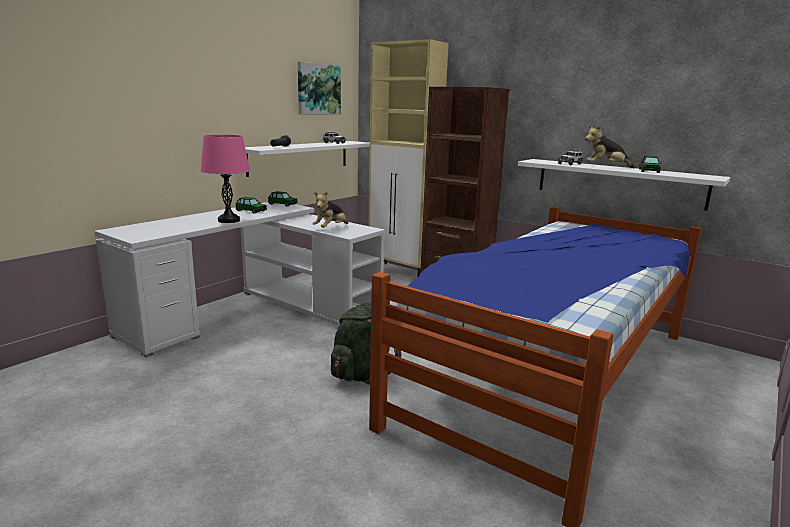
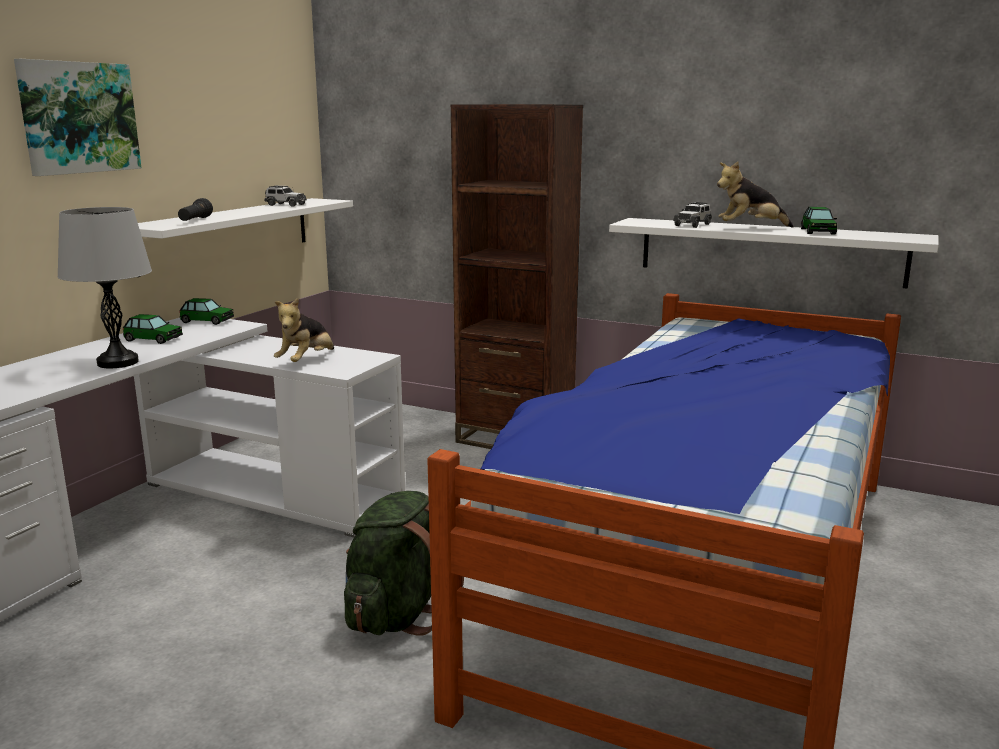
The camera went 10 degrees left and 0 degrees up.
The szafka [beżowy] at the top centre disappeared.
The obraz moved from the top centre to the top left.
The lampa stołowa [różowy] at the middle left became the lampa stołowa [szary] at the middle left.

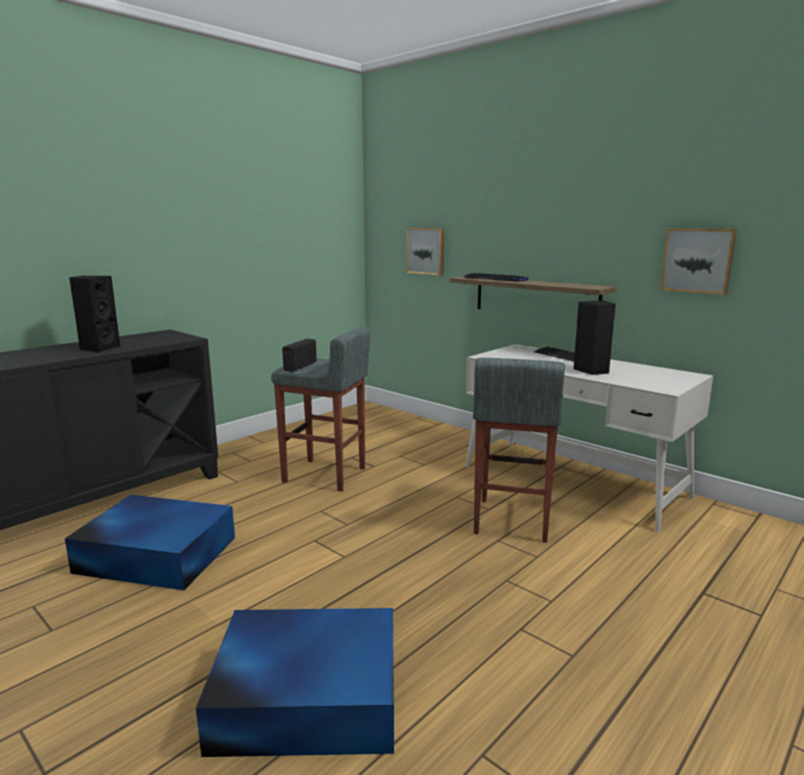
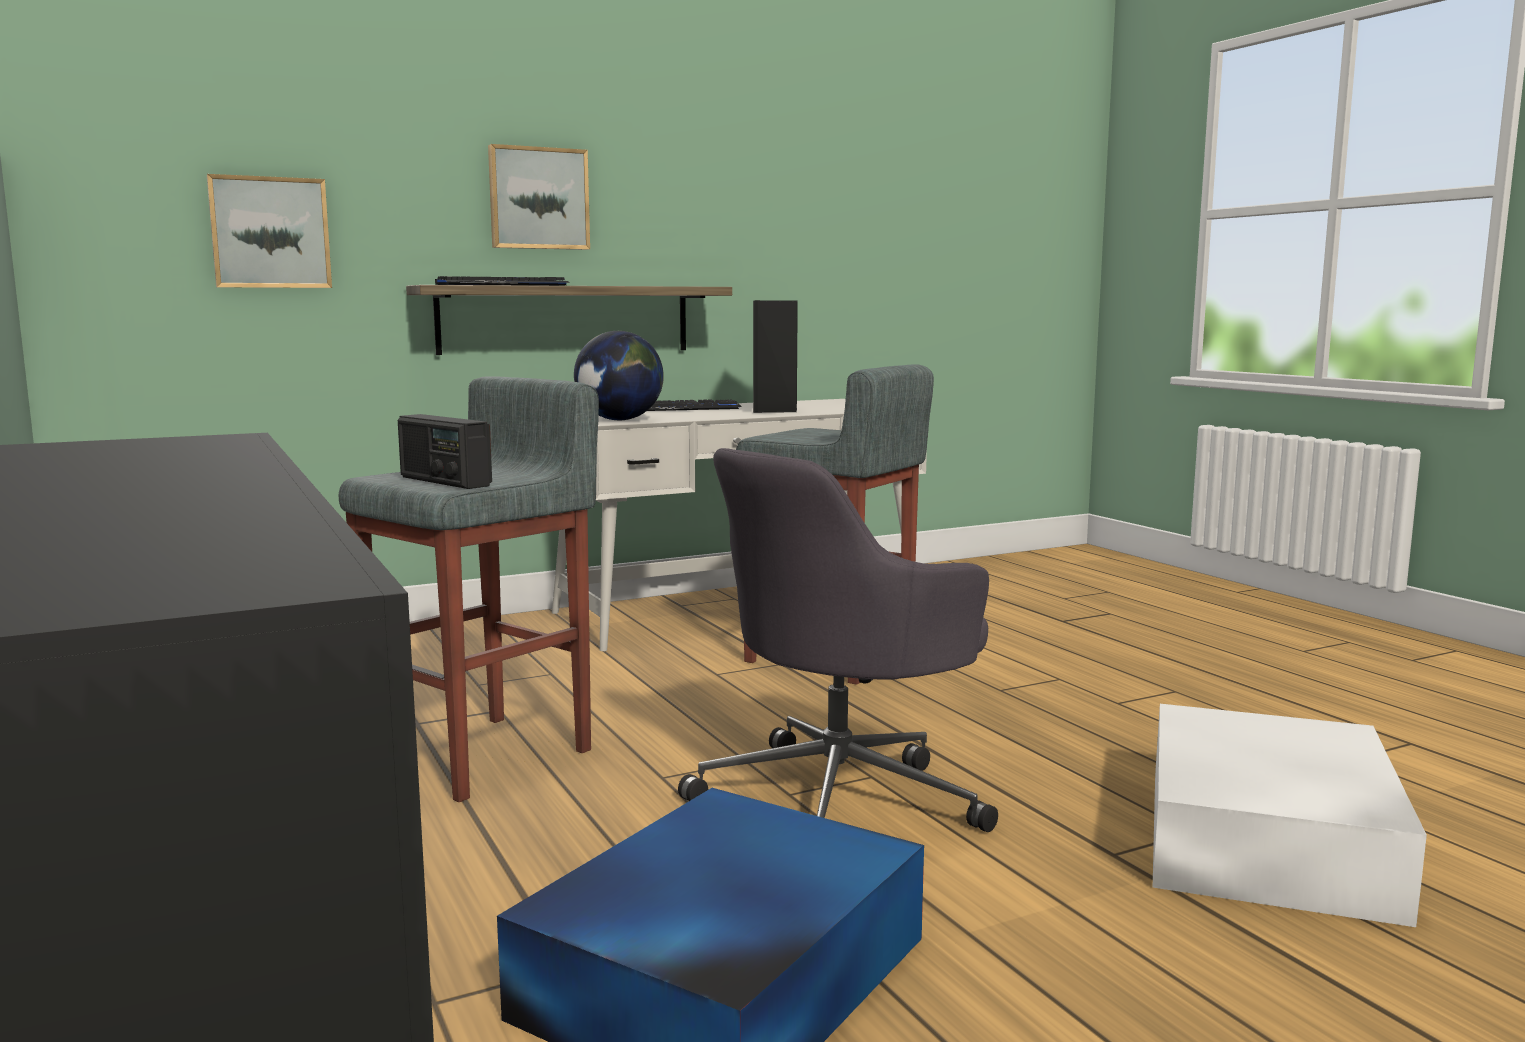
The camera went 70 degrees left and 5 degrees down.
The głośnik [czarny] (no. 1 from left) at the middle left disappeared.
The globus at the centre appeared.
The krzesło biurowe [szary] at the centre appeared.
The obraz (no. 2 from left) moved from the middle right to the top centre.
The pojemnik do przechowywania [niebieski] (no. 2 from left) at the bottom centre became the pojemnik do przechowywania [biały] at the bottom right.

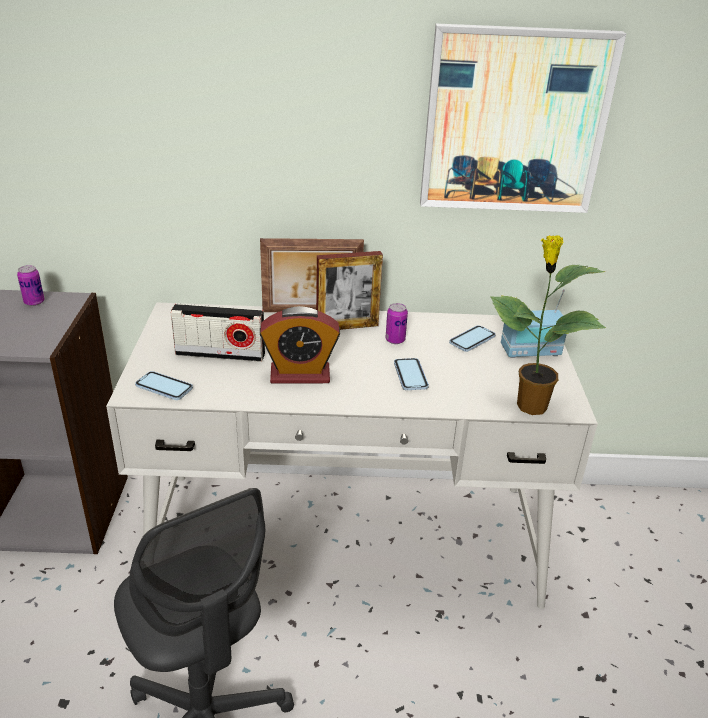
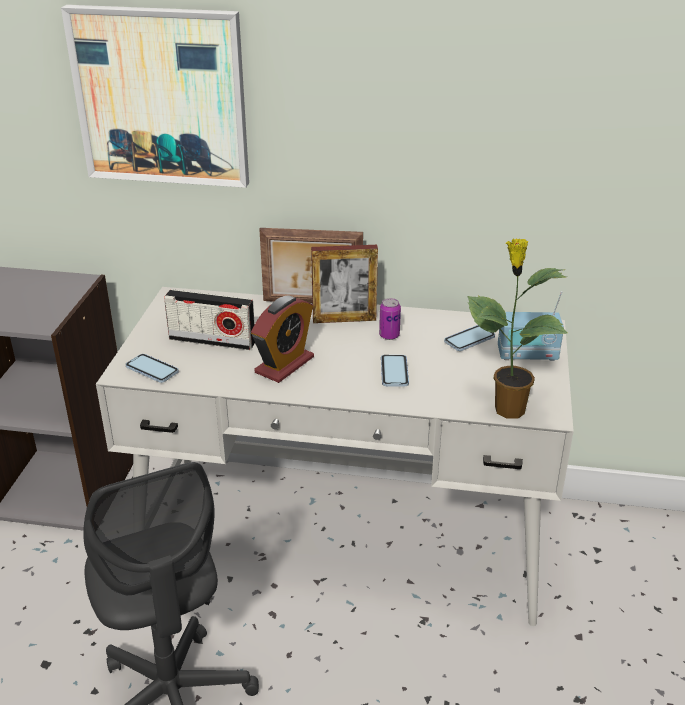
The camera went 10 degrees right and 0 degrees up.
The puszka (no. 1 from left) at the middle left disappeared.
The obraz moved from the top right to the top left.
The budzik at the centre turned 60 degrees counterclockwise.

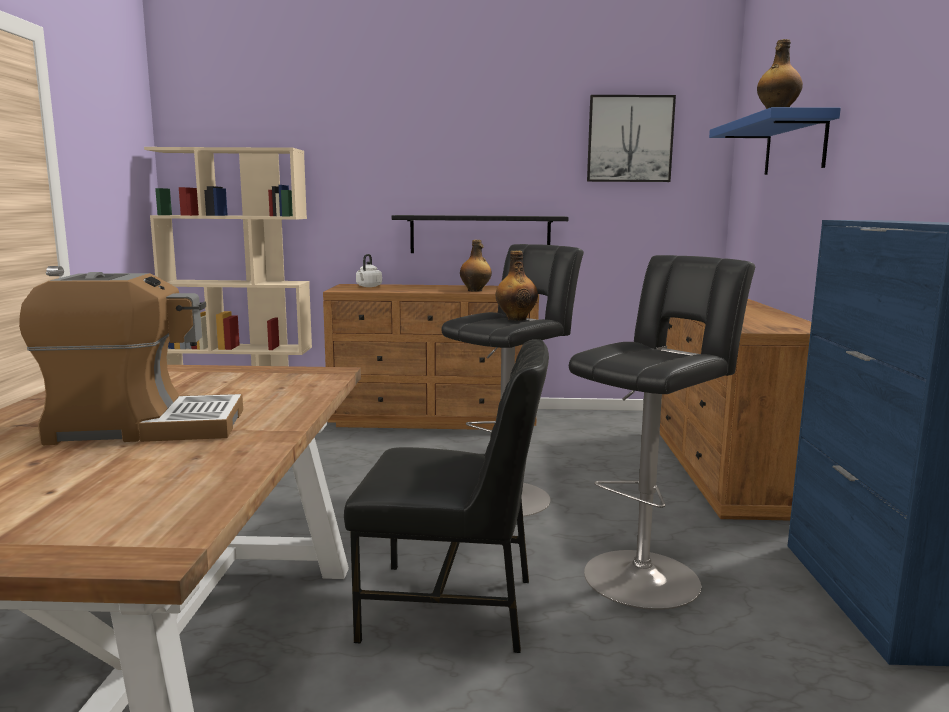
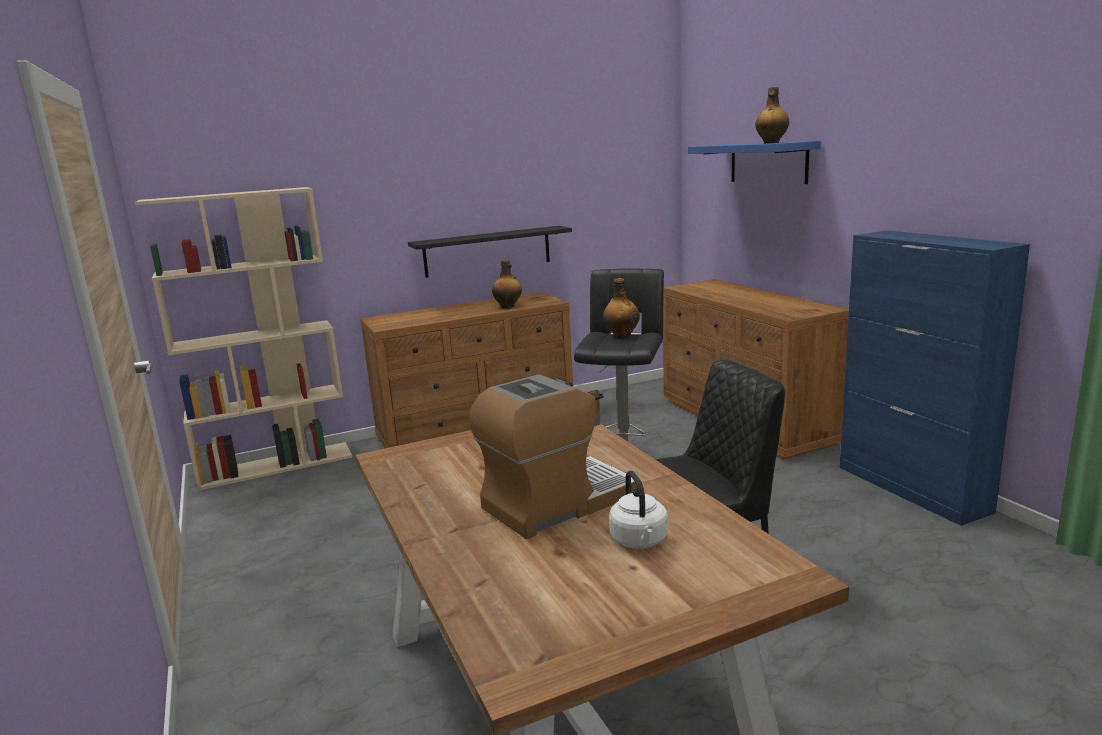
The camera went 25 degrees left and 5 degrees up.
The stołek [czarny] (no. 2 from left) at the middle right disappeared.
The obraz at the top centre disappeared.
The czajnik [biały] moved from the centre to the bottom centre.

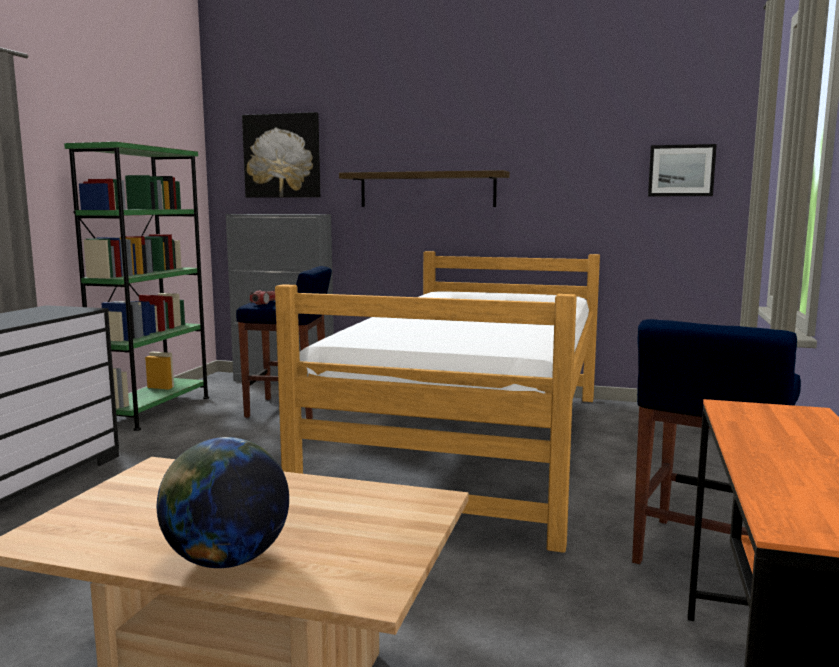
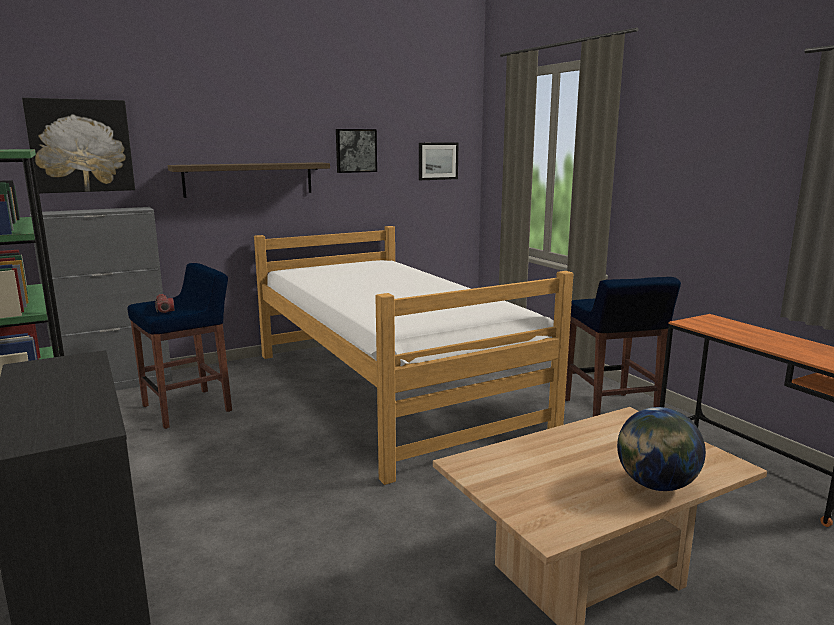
The camera went 45 degrees left and 5 degrees up.
The obraz (no. 2 from left) at the top centre appeared.

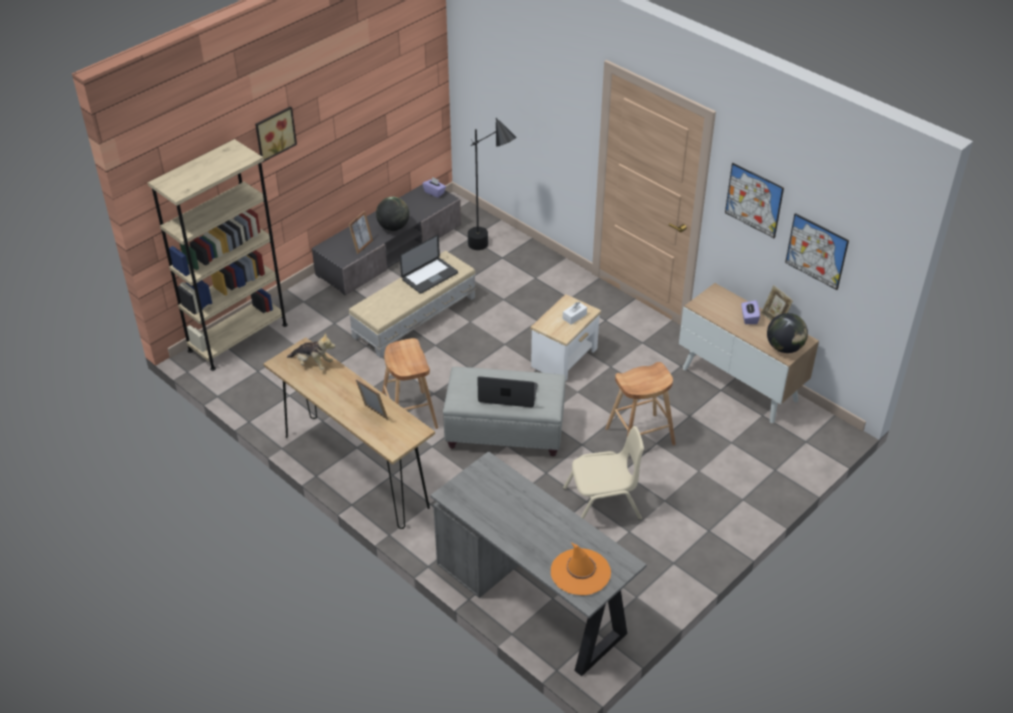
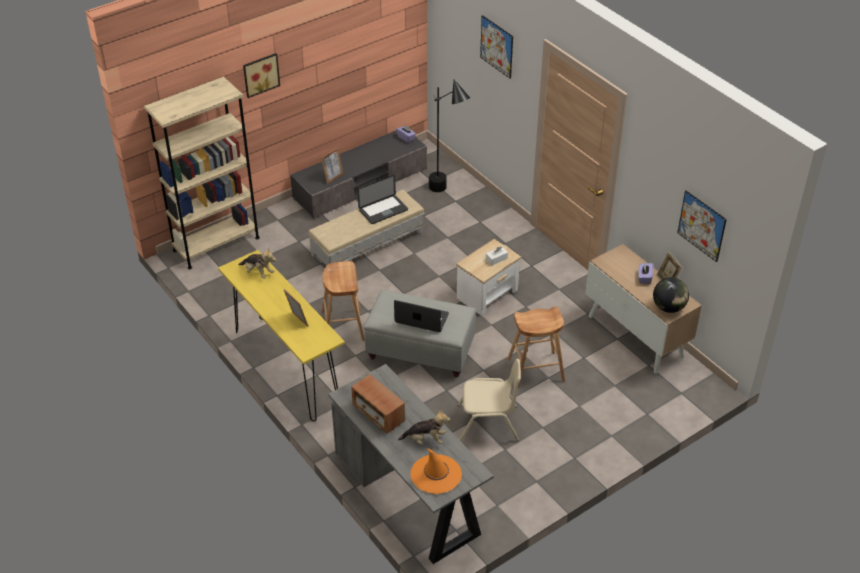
The camera went 10 degrees right and 0 degrees up.
The globus (no. 1 from left) at the top centre disappeared.
The radio at the bottom centre appeared.
The pluszak (no. 2 from left) at the bottom centre appeared.
The obraz (no. 2 from left) moved from the top right to the top centre.
The stolik konsolowy [brązowy] at the centre became the stolik konsolowy [żółty] at the middle left.

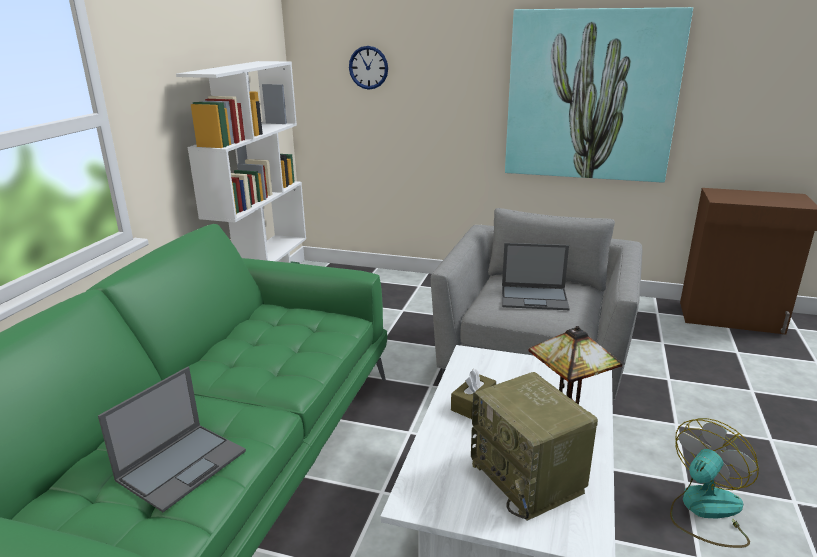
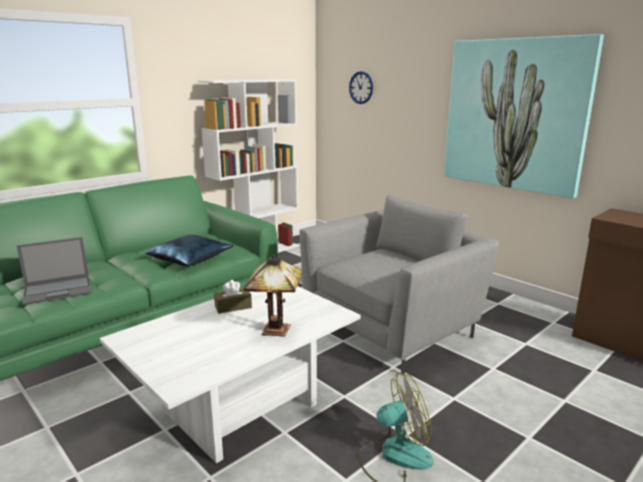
The camera went 30 degrees right and 5 degrees down.
The radio at the bottom centre disappeared.
The laptop (no. 2 from left) at the centre disappeared.
The poduszka [niebieski] at the middle left appeared.

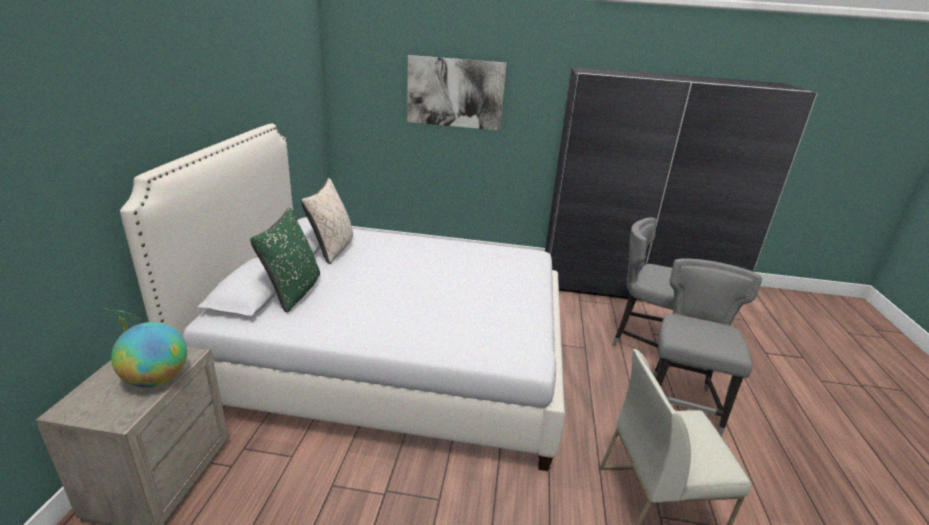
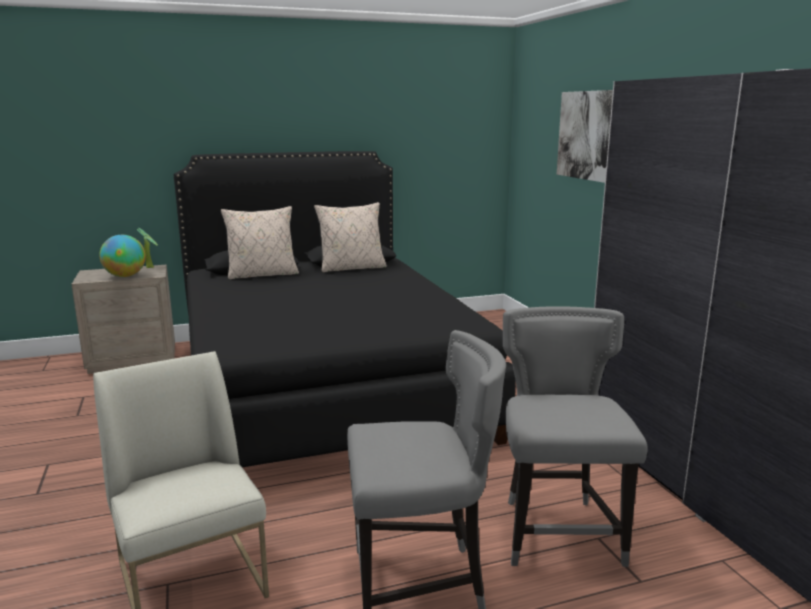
The camera went 65 degrees right and 10 degrees down.
The łóżko [biały] at the centre became the łóżko [czarny] at the centre.
The poduszka [zielony] at the middle left became the poduszka [beżowy] (no. 1 from left) at the middle left.

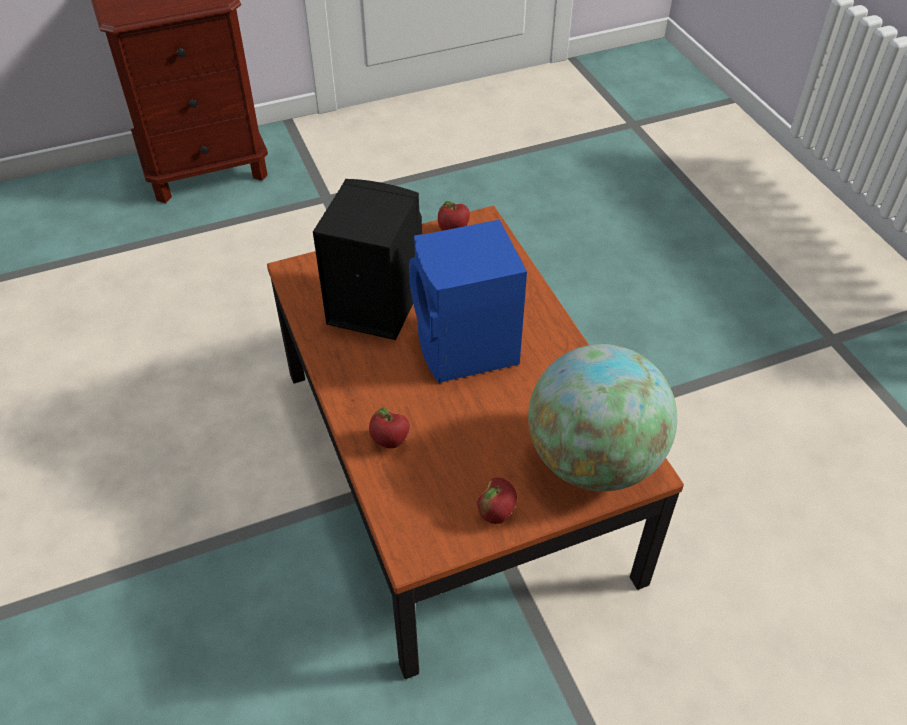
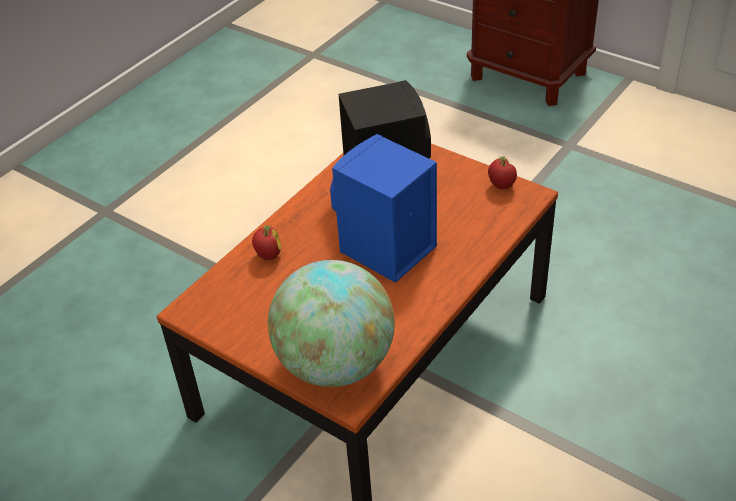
The camera went 60 degrees right and 5 degrees down.
The jabłko (no. 3 from left) at the bottom centre disappeared.

